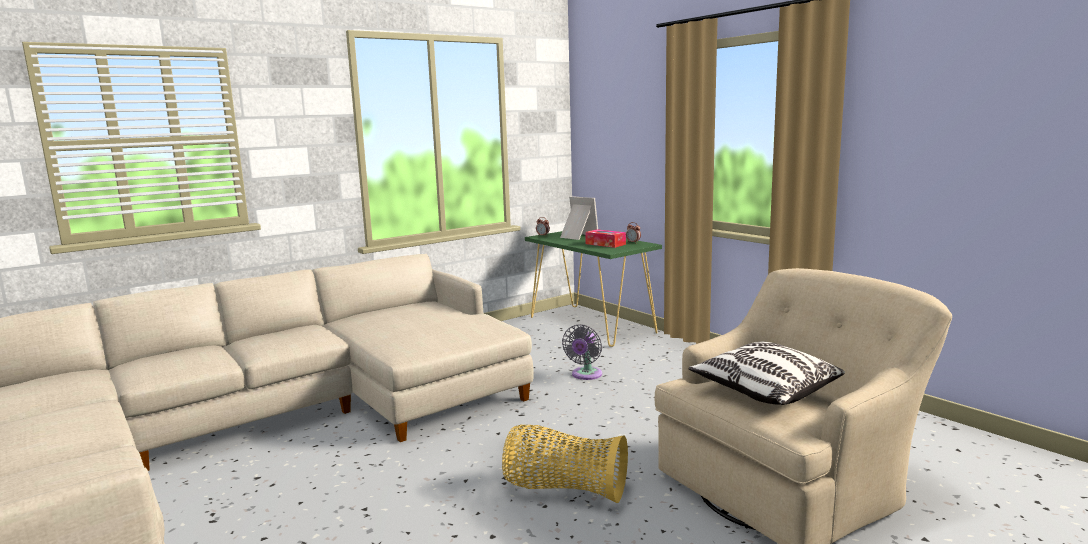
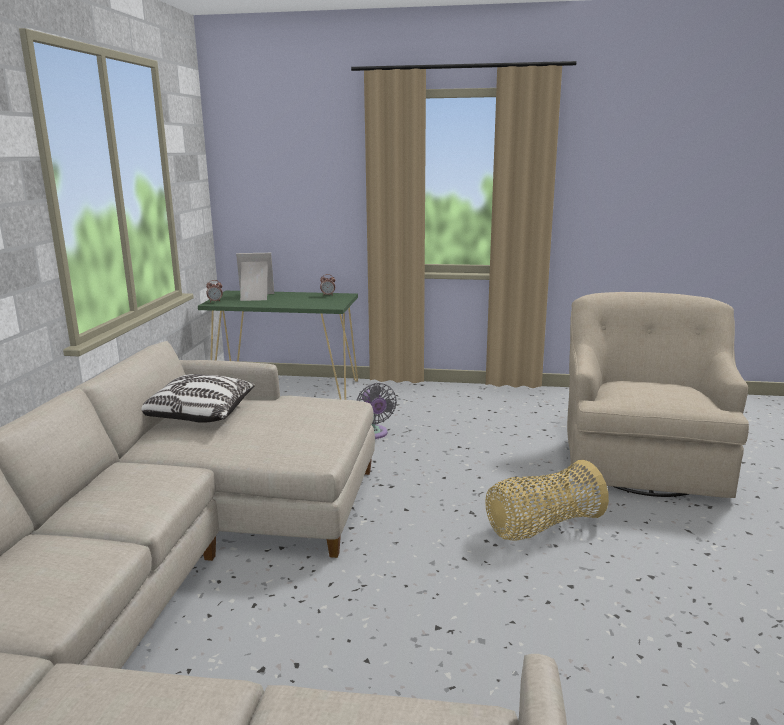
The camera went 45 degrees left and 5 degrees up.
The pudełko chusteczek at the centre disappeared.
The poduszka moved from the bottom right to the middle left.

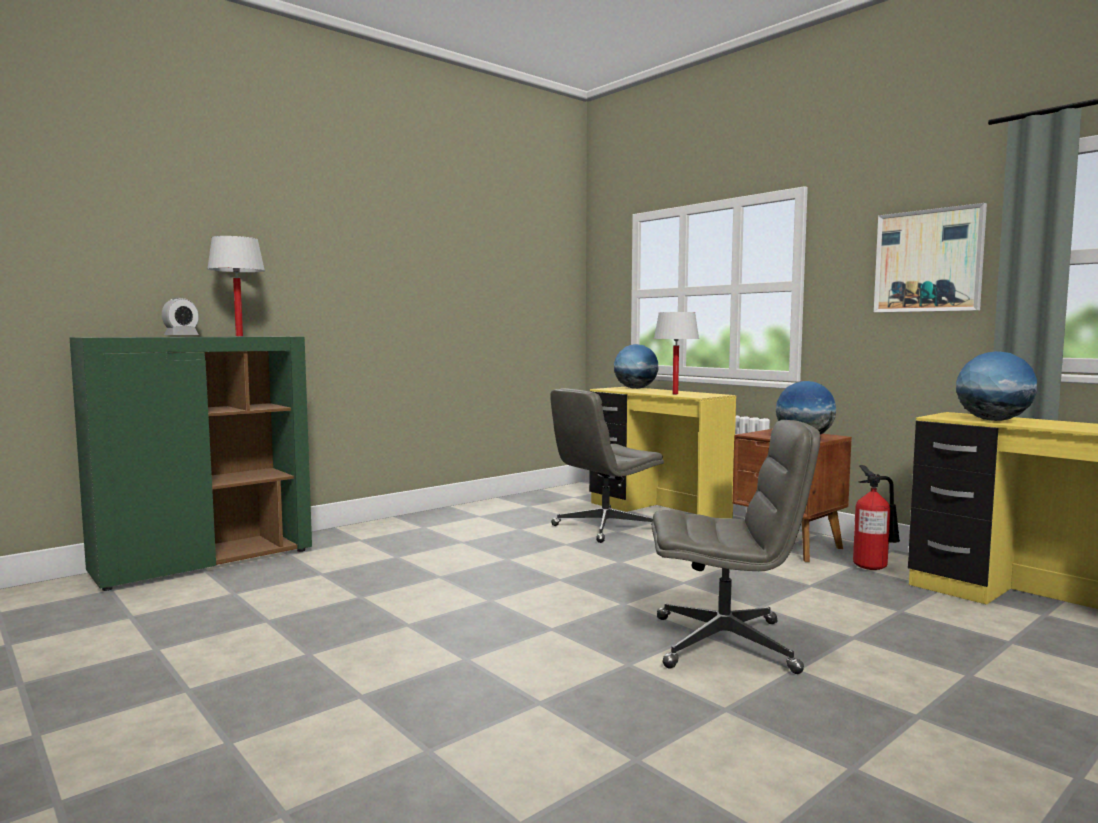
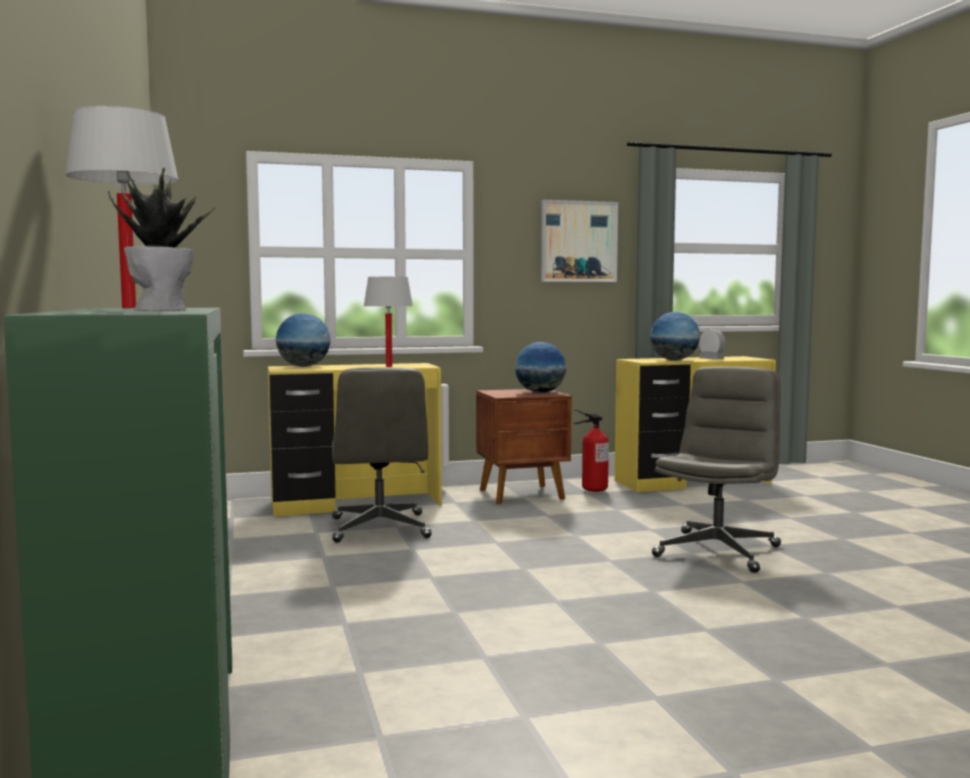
The camera went 65 degrees left and 0 degrees up.
The roślina doniczkowa at the top left appeared.
The budzik moved from the middle left to the middle right.

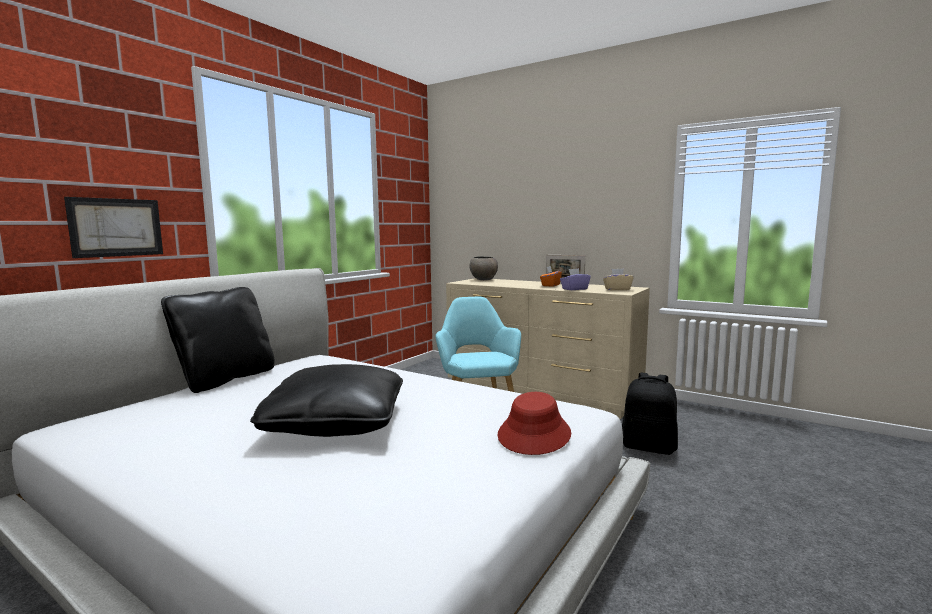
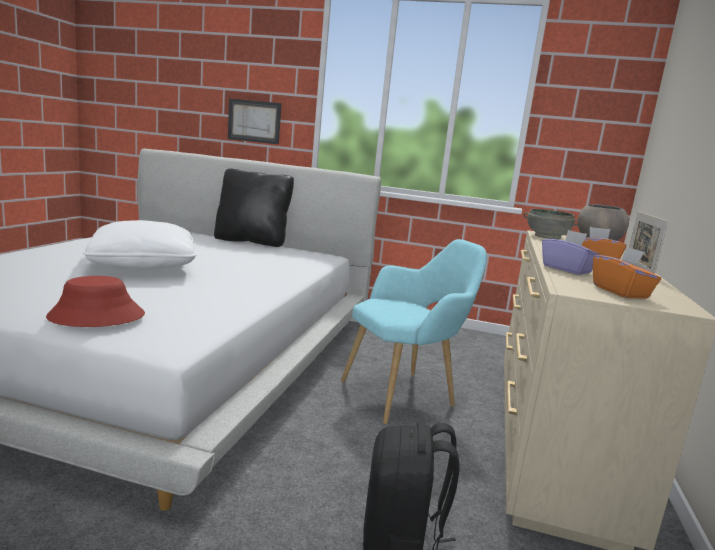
The camera went 70 degrees right and 5 degrees up.
The miska [szary] (no. 1 from left) at the middle right appeared.
The poduszka [czarny] (no. 2 from left) at the centre became the poduszka [biały] at the middle left.
The pudełko chusteczek [beżowy] at the centre became the pudełko chusteczek [pomarańczowy] (no. 2 from left) at the middle right.

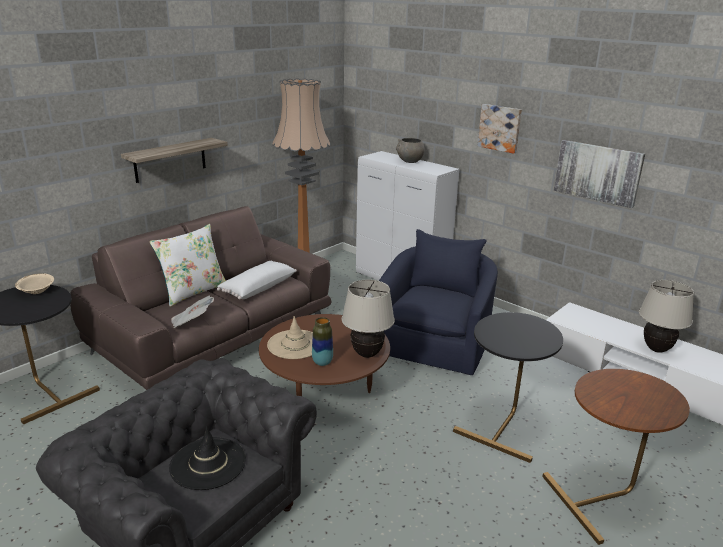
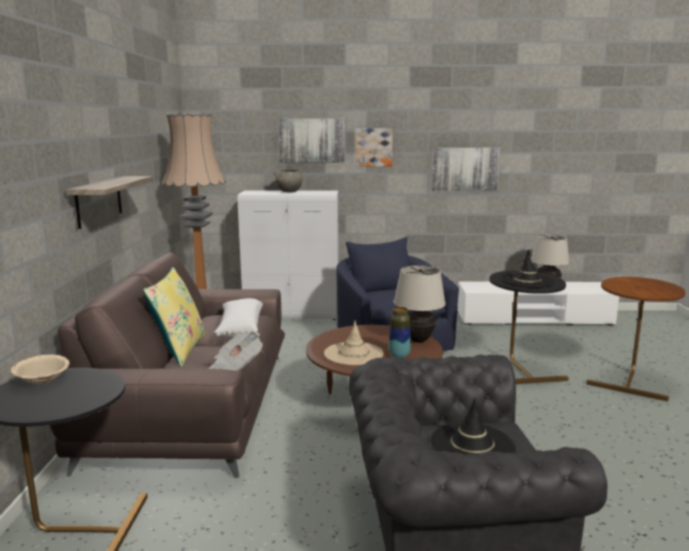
The camera went 40 degrees left and 10 degrees down.
The obraz (no. 1 from left) at the top centre appeared.
The kapelusz [czarny] (no. 2 from left) at the middle right appeared.
The poduszka [biały] (no. 1 from left) at the middle left became the poduszka [żółty] at the middle left.

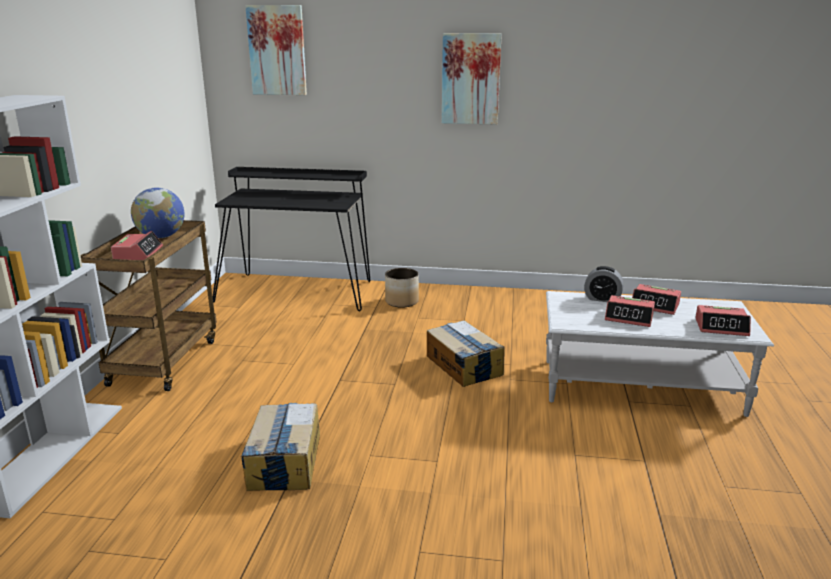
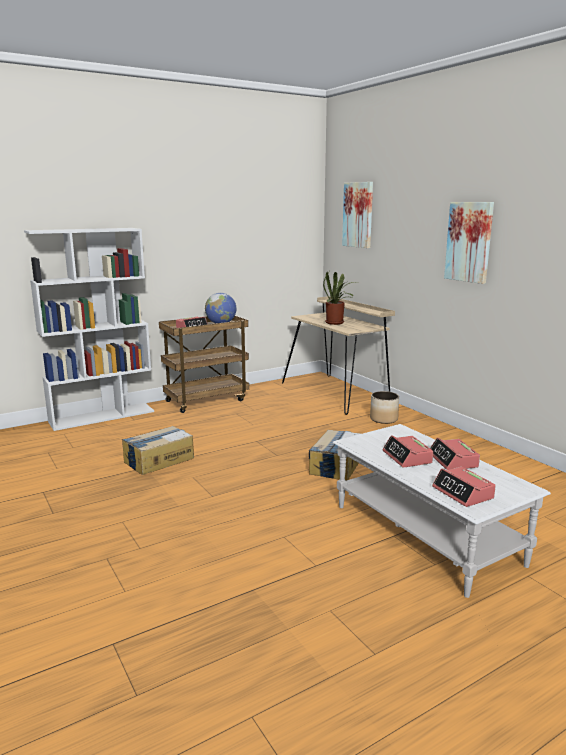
The camera went 50 degrees right and 5 degrees down.
The budzik (no. 2 from left) at the middle right disappeared.
The roślina doniczkowa at the centre appeared.
The biurko [czarny] at the centre became the biurko [beżowy] at the centre.

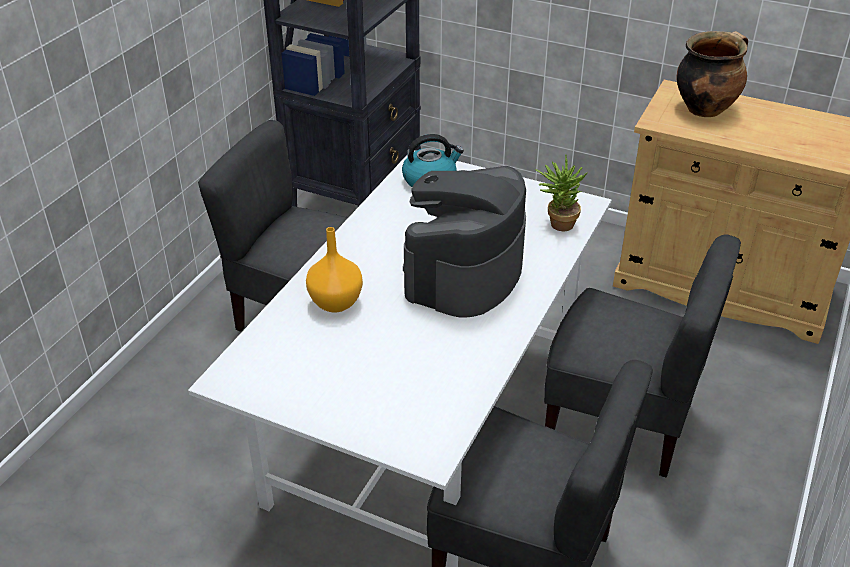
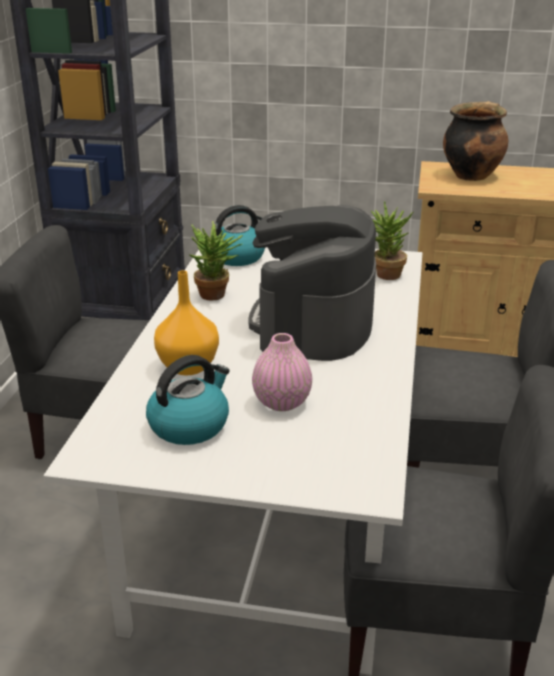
The camera went 15 degrees left and 10 degrees down.
The czajnik (no. 1 from left) at the centre appeared.
The roślina doniczkowa (no. 1 from left) at the centre appeared.
The wazon [różowy] at the centre appeared.

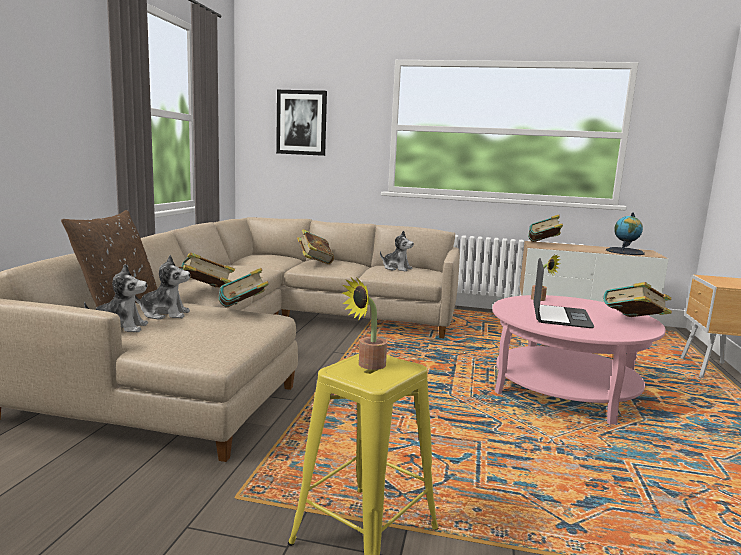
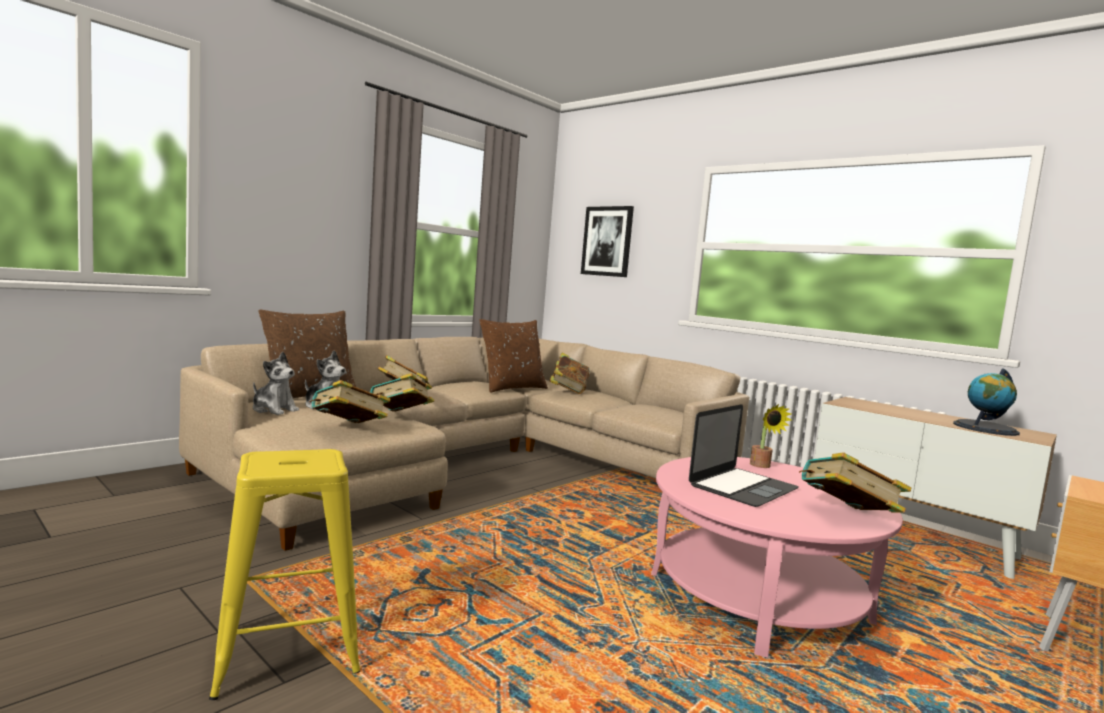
The camera went 30 degrees right and 5 degrees down.
The roślina doniczkowa (no. 1 from left) at the centre disappeared.
The pluszak (no. 3 from left) at the centre disappeared.
The poduszka [brązowy] (no. 2 from left) at the centre appeared.
The książka (no. 4 from left in the first image) moved from the middle right to the middle left.

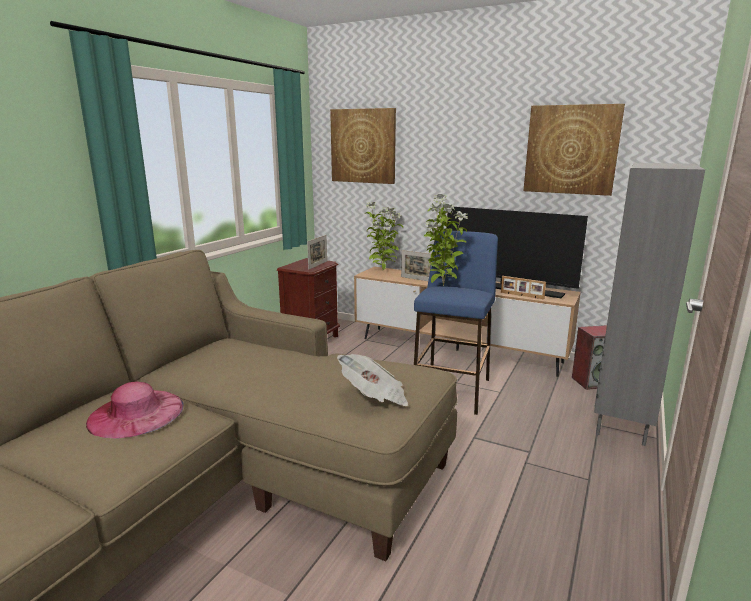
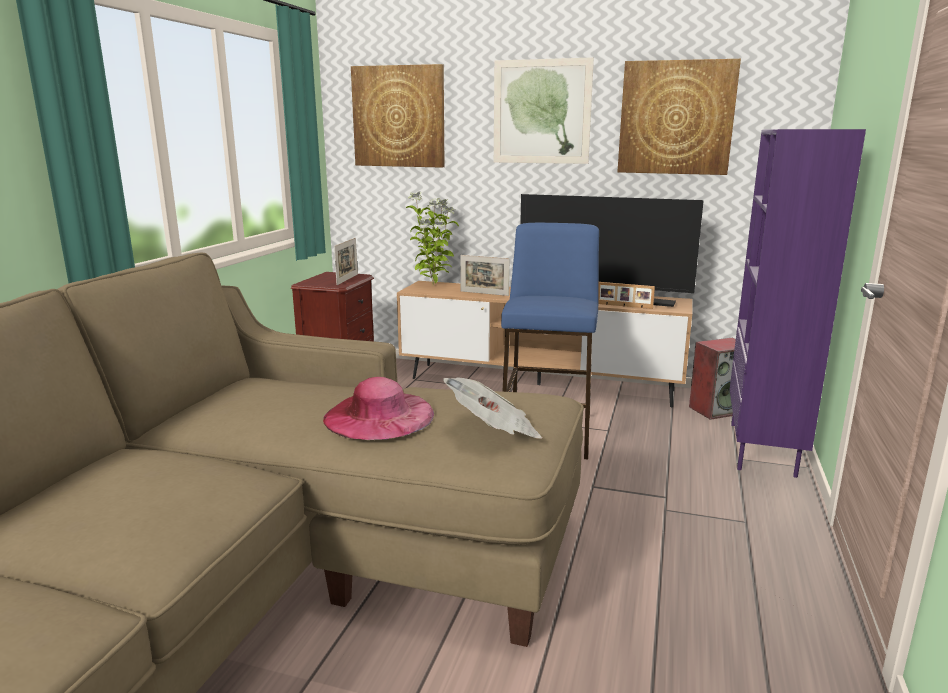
The camera went 10 degrees left and 0 degrees up.
The roślina doniczkowa (no. 2 from left) at the centre disappeared.
The obraz (no. 2 from left) at the top centre appeared.
The kapelusz [różowy] moved from the bottom left to the centre.
The regał [szary] at the middle right became the regał [fioletowy] at the middle right.

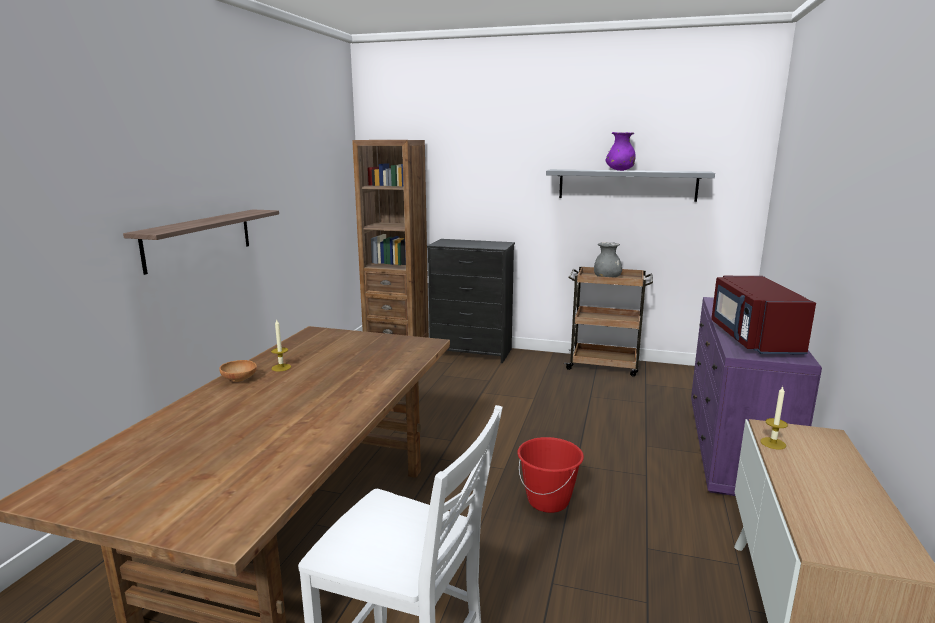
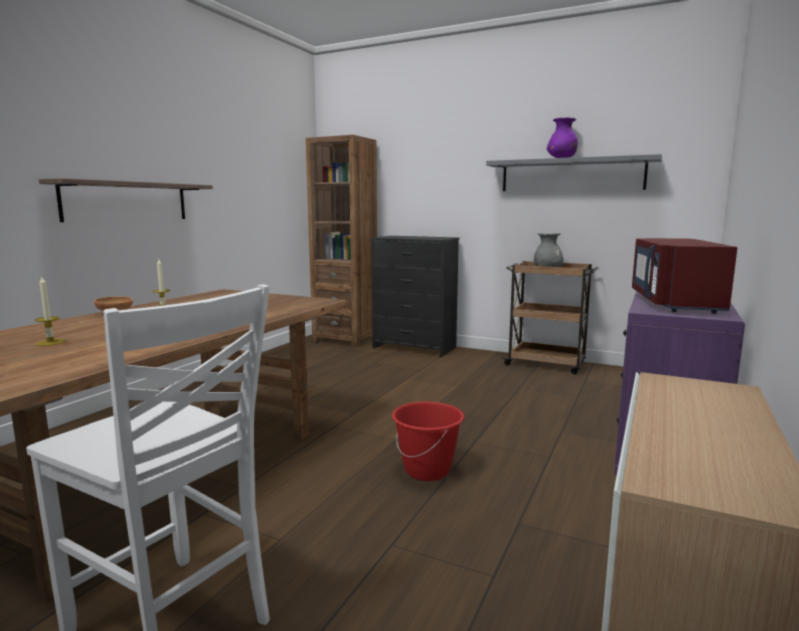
The camera went 10 degrees right and 5 degrees down.
The świeca (no. 2 from left in the first image) moved from the bottom right to the middle left.

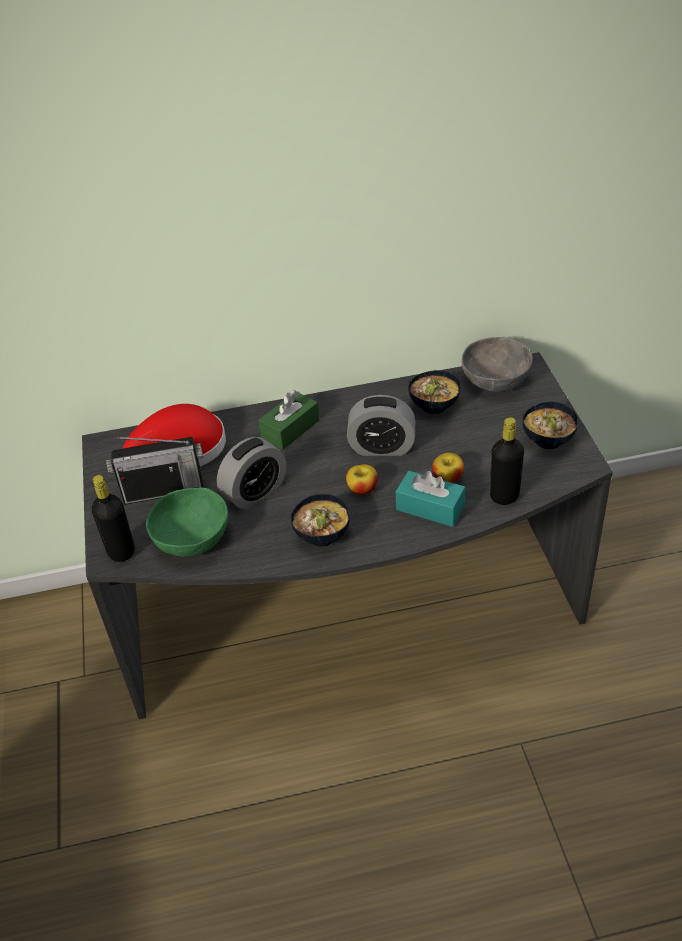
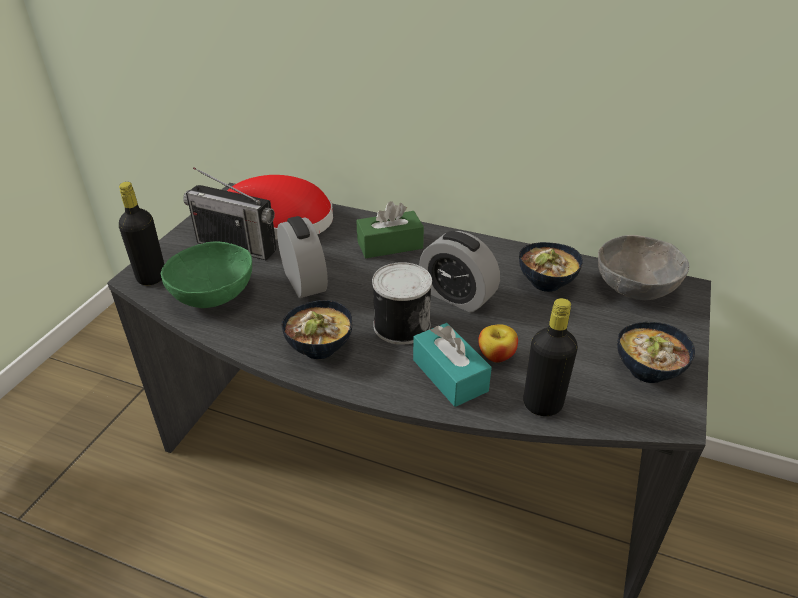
The camera went 30 degrees right and 5 degrees down.
The jabłko (no. 1 from left) at the centre was replaced by the puszka at the centre.
The budzik (no. 1 from left) at the centre turned 105 degrees counterclockwise.

